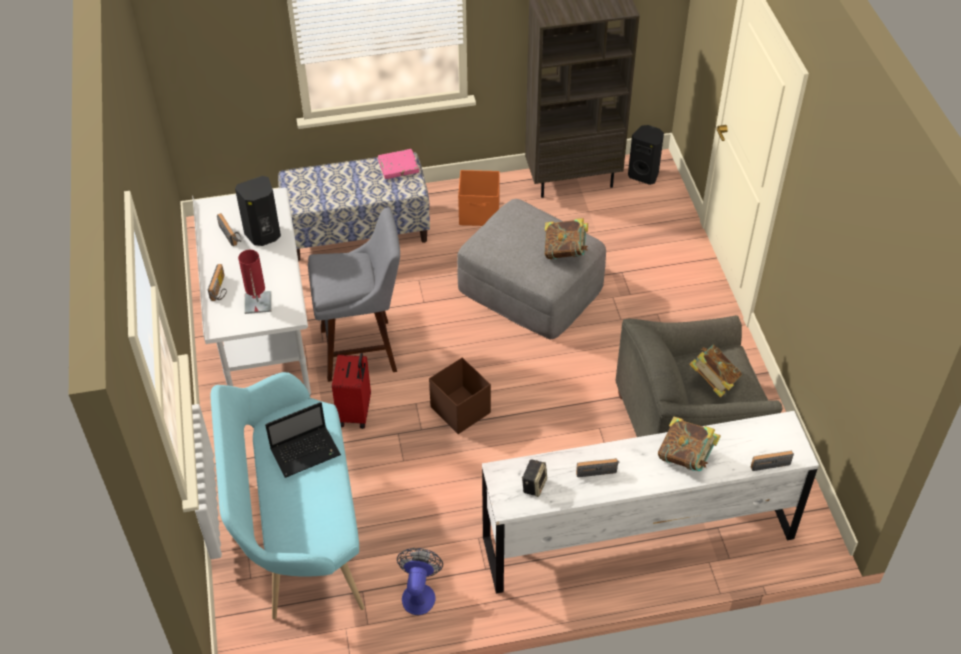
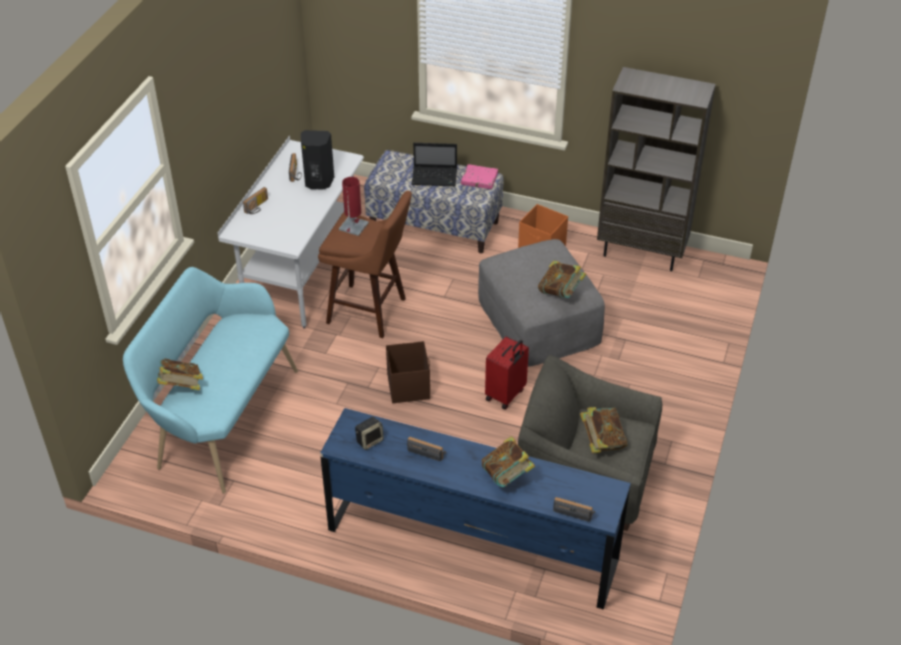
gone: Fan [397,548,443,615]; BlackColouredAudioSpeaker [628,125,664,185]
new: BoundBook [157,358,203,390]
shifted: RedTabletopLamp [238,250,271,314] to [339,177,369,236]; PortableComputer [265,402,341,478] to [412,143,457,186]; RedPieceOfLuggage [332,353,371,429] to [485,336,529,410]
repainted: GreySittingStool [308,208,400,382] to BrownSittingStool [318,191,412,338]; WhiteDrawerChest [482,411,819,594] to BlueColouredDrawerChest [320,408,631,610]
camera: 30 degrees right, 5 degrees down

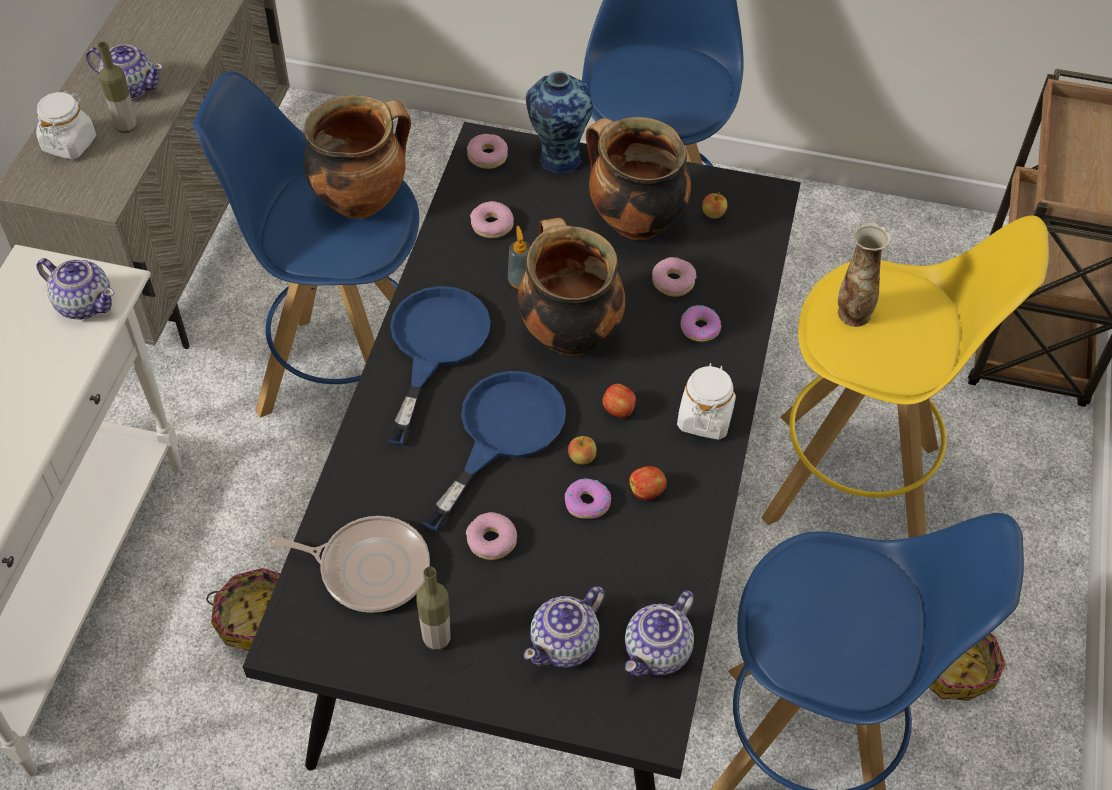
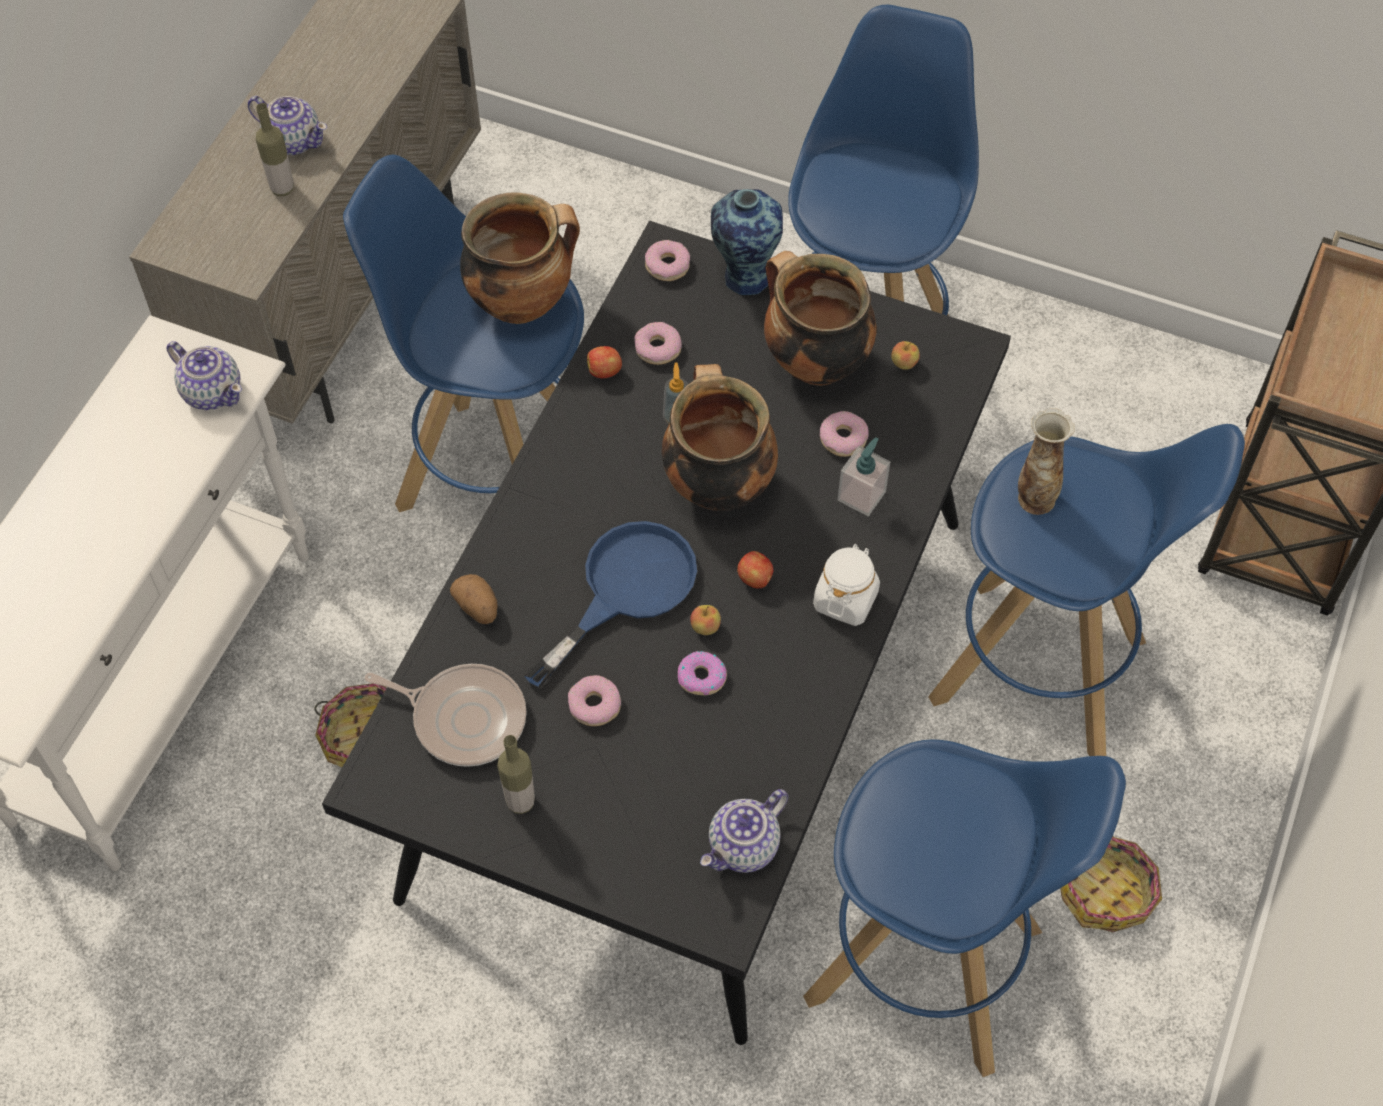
gone: WhiteStorageJar [36,91,96,159]; BlueColouredFryingPan [386,286,491,445]; TeaPot [524,586,605,668]
new: Spud [450,574,498,624]
shifted: WholeApple [629,466,667,500] to [587,346,622,378]
swapped: Doughnut [681,305,721,342] to SoapDispenser [838,437,890,516]
repainted: YellowishSittingStool [761,216,1049,538] to BlueColouredSittingStool [928,424,1245,756]
camera: 10 degrees right, 5 degrees up

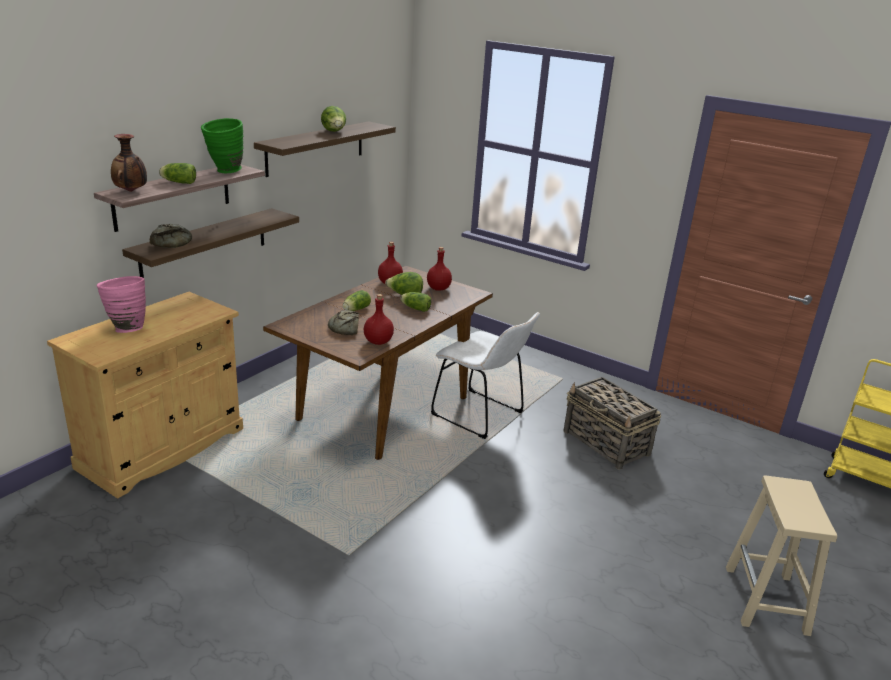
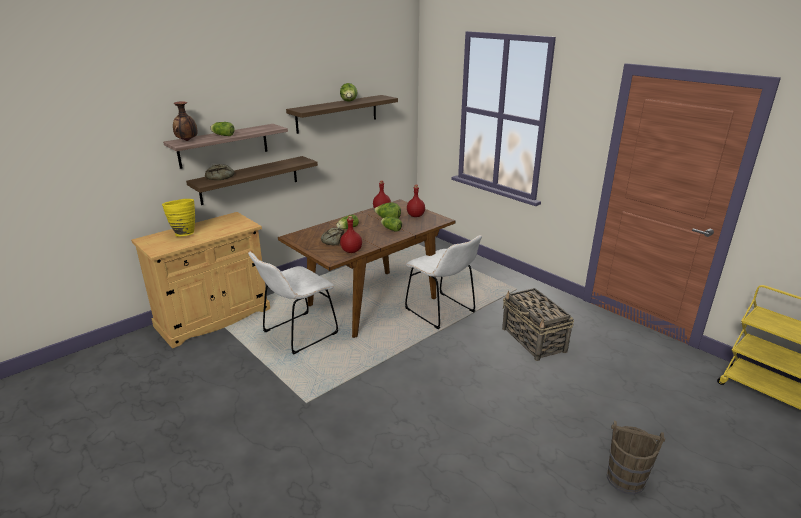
gone: GreenishFlowerVase [201,118,243,173]
new: WhiteUprightChair [248,252,338,354]
swapped: BeigeColouredSittingStool [726,476,837,636] to BrownBucket [607,421,665,495]
repainted: PinkColouredFlowerVase [97,276,146,333] to YellowishFlowerVase [162,199,195,237]
camera: 15 degrees right, 0 degrees up

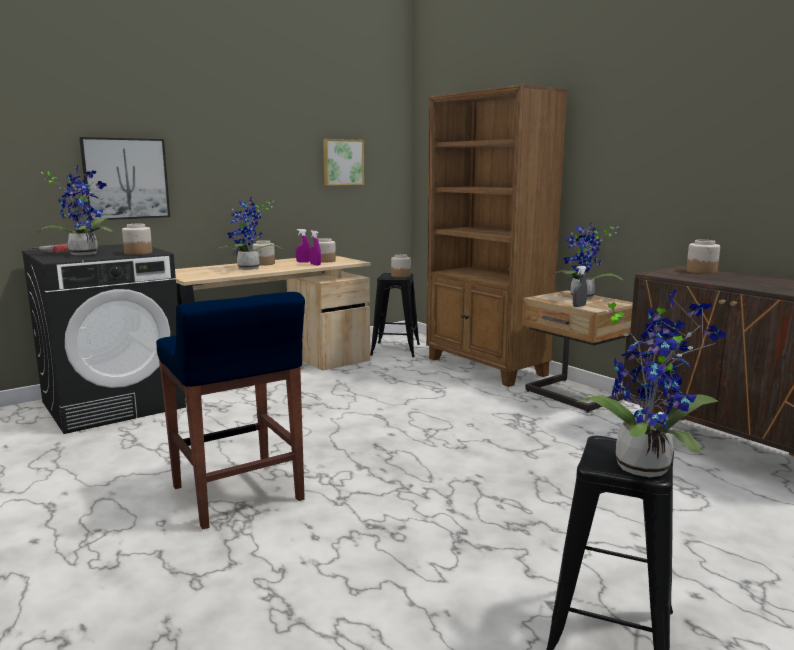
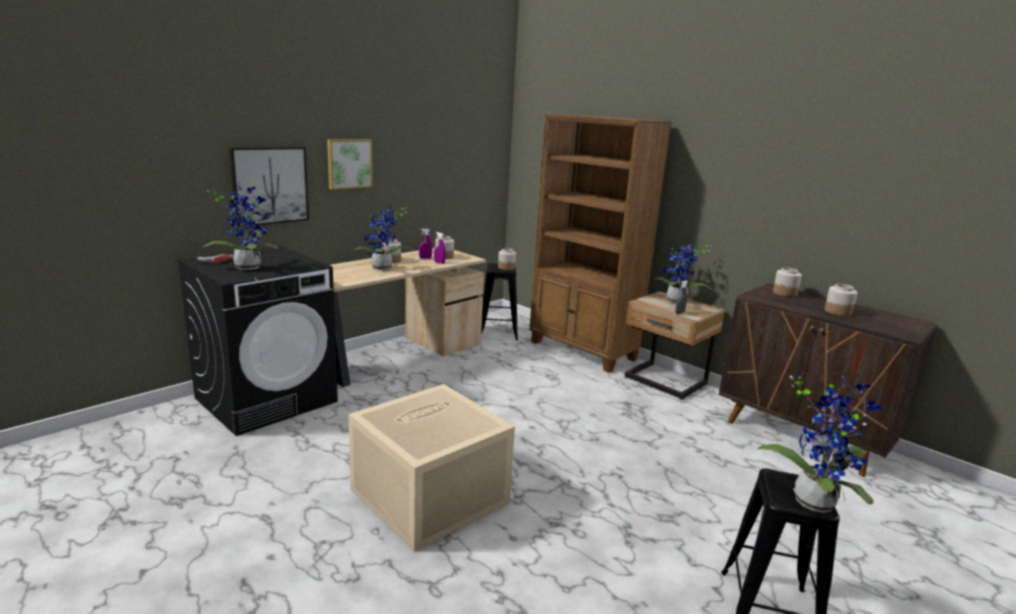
shifted: WallArt [323,139,364,185] to [327,139,373,190]; StorageJar [122,224,152,255] to [824,284,857,316]
swapped: BlueColouredSittingStool [156,292,305,529] to BeigeColouredStorageContainer [348,384,515,552]
camera: 10 degrees left, 5 degrees up

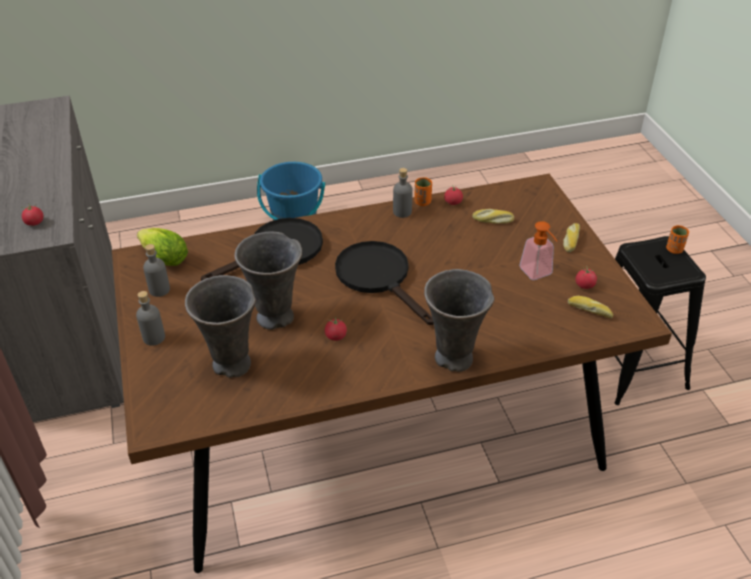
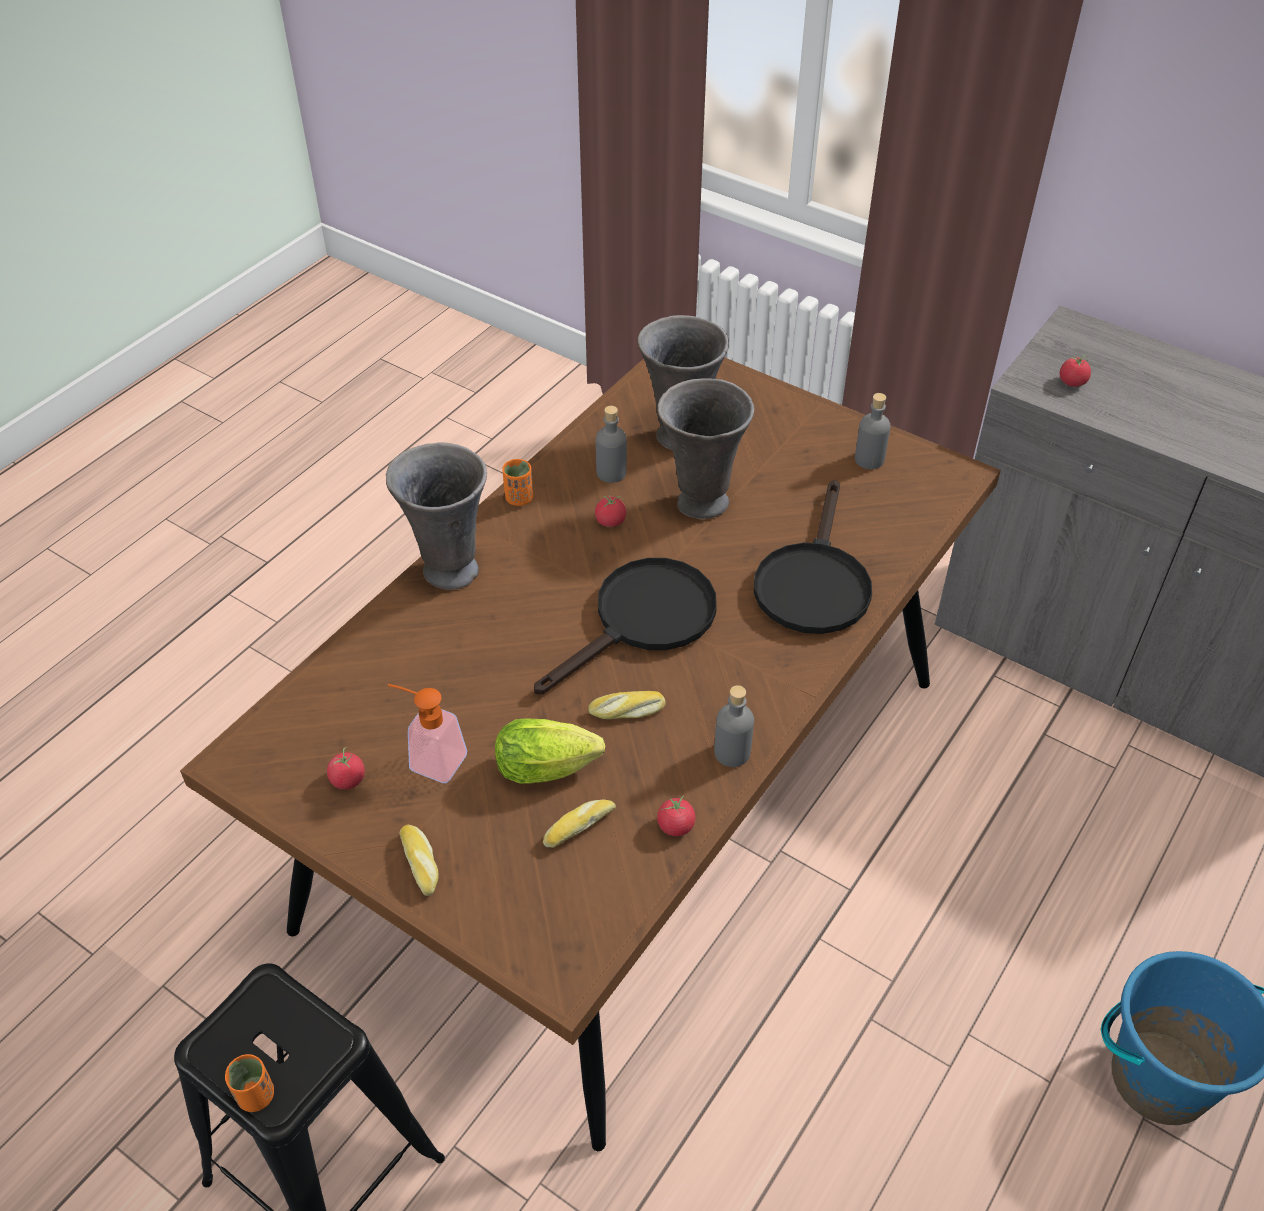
shifted: LettuceHead [137,228,188,266] to [495,718,605,784]; OrangeyDrinkingCup [414,177,432,206] to [502,459,533,506]; BakeryBread [568,296,613,318] to [588,691,666,719]; GreyBottle [136,291,165,346] to [596,406,627,483]
rotated: BlackColouredFryingPan [335,241,434,325] = [534,558,717,694] 60 degrees counterclockwise
camera: 140 degrees right, 5 degrees up

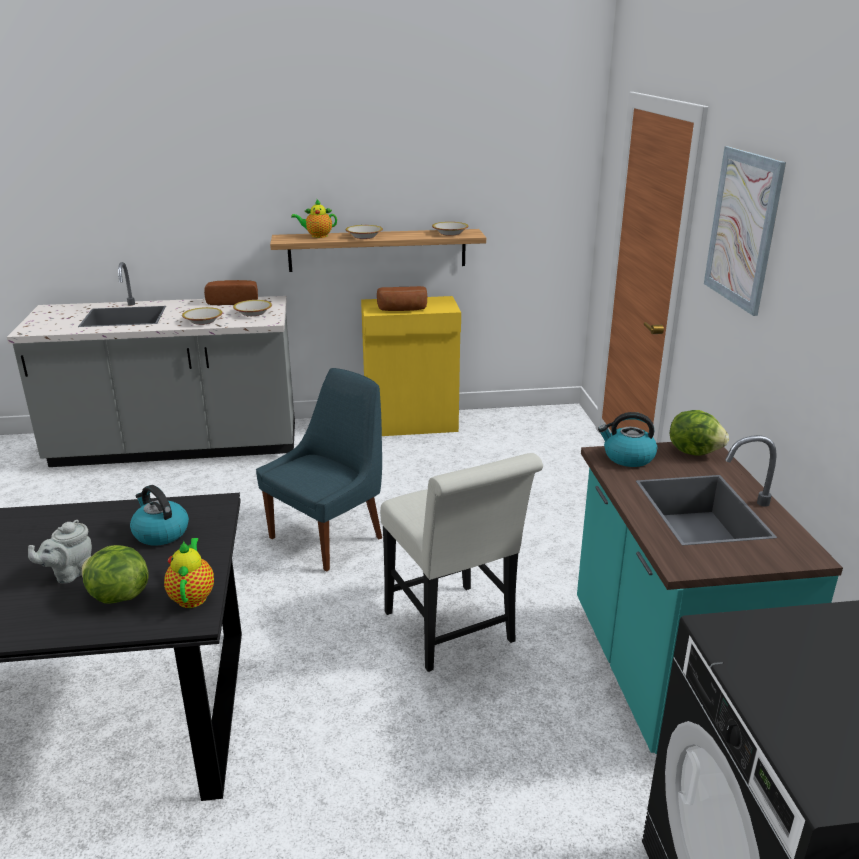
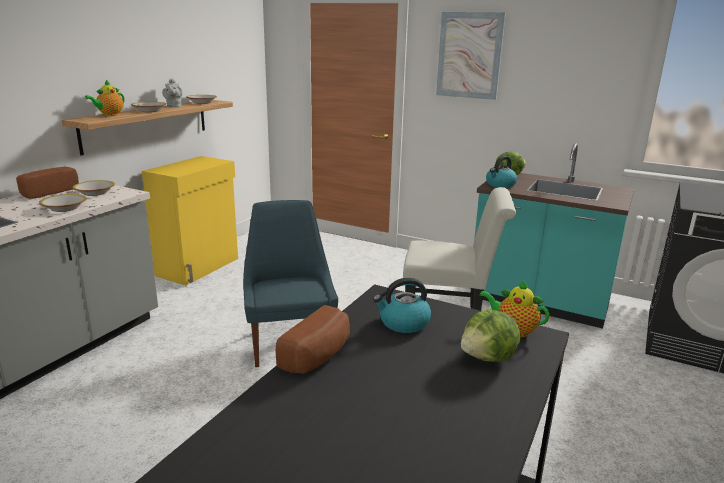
shifted: GreyTeaPot [28,520,92,584] to [162,78,182,108]; BakeryBread [377,286,427,311] to [276,305,350,374]
camera: 55 degrees left, 5 degrees down

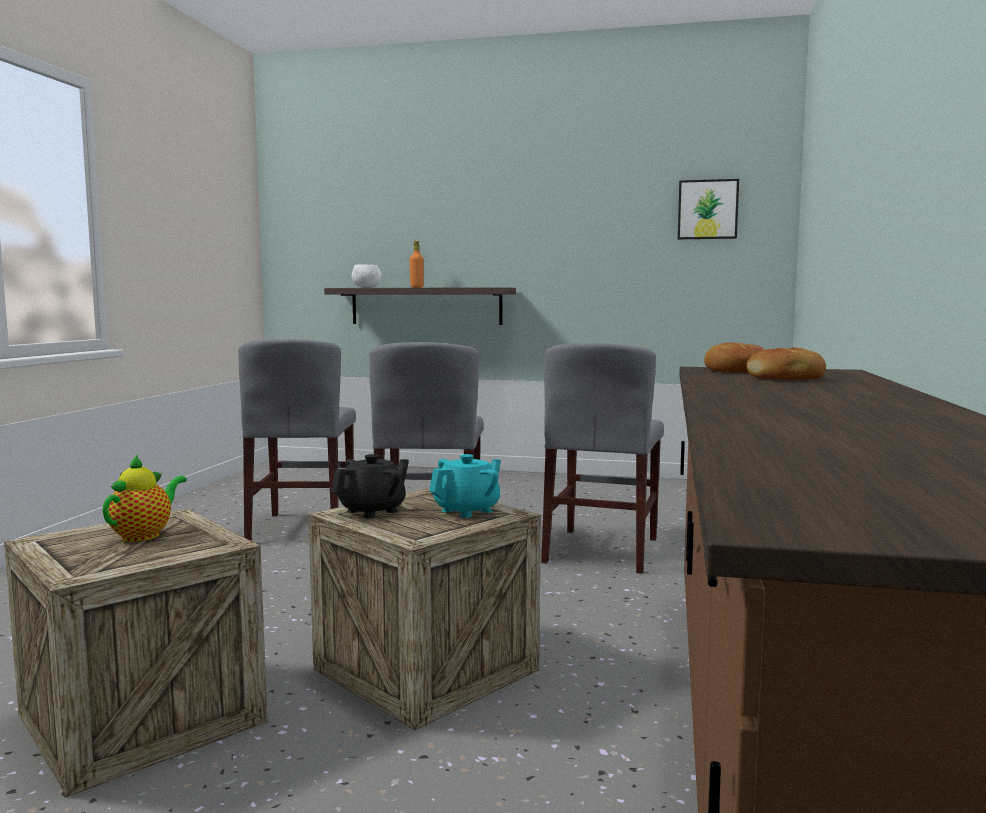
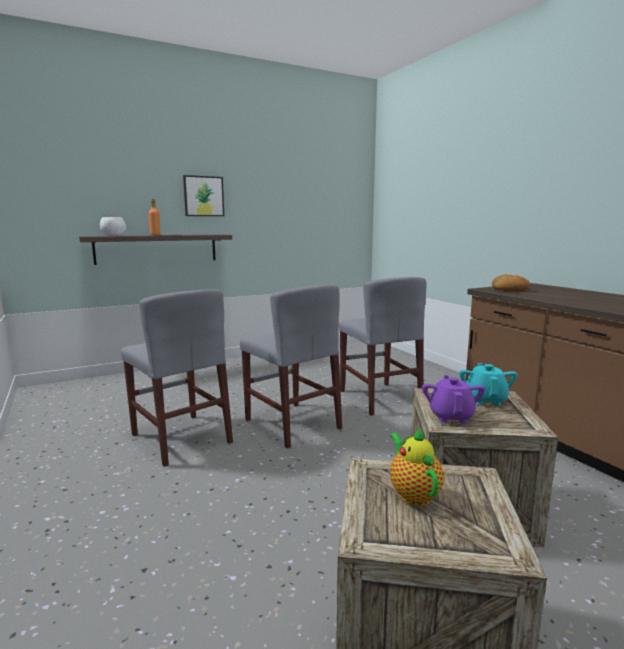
gone: BakeryBread [746,347,826,380]
shifted: WallArt [678,179,739,239] to [183,175,224,216]
repainted: BlackColouredTeaPot [331,454,409,518] to PurpleColouredTeaPot [422,375,485,423]
camera: 40 degrees left, 5 degrees up

